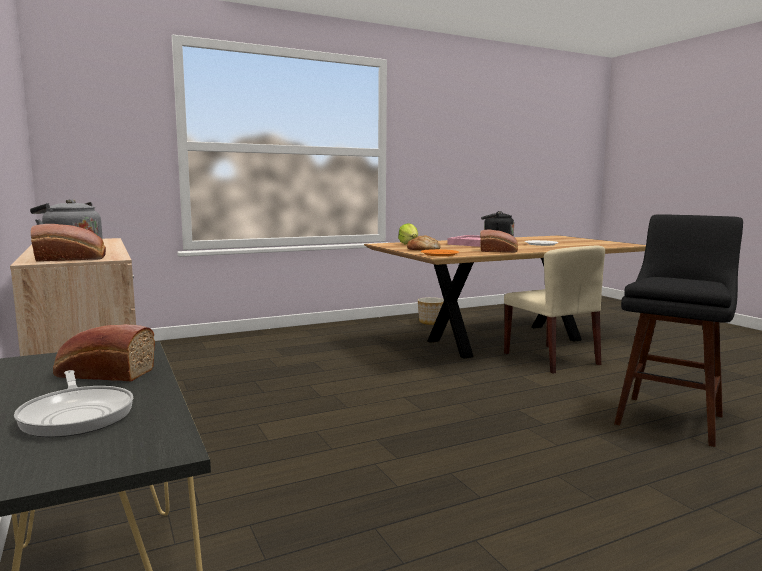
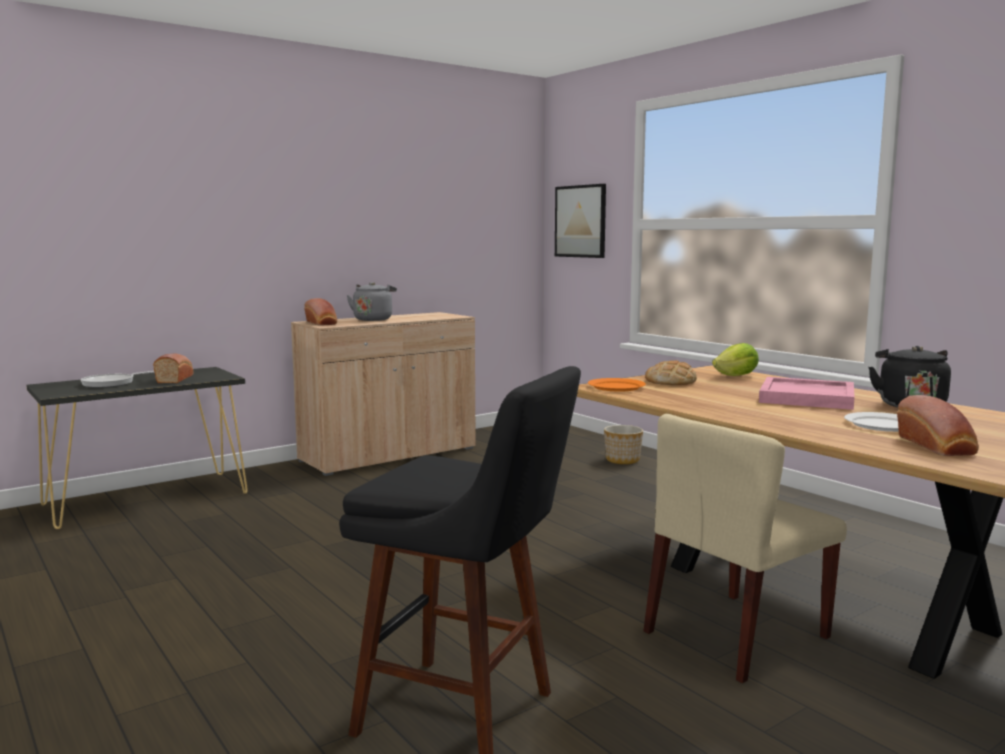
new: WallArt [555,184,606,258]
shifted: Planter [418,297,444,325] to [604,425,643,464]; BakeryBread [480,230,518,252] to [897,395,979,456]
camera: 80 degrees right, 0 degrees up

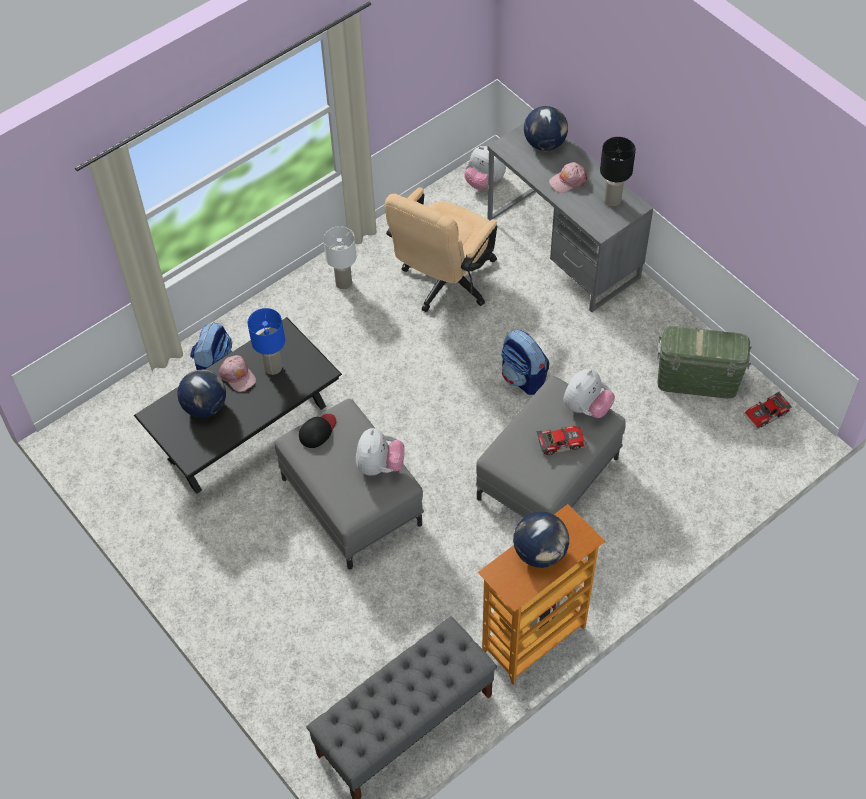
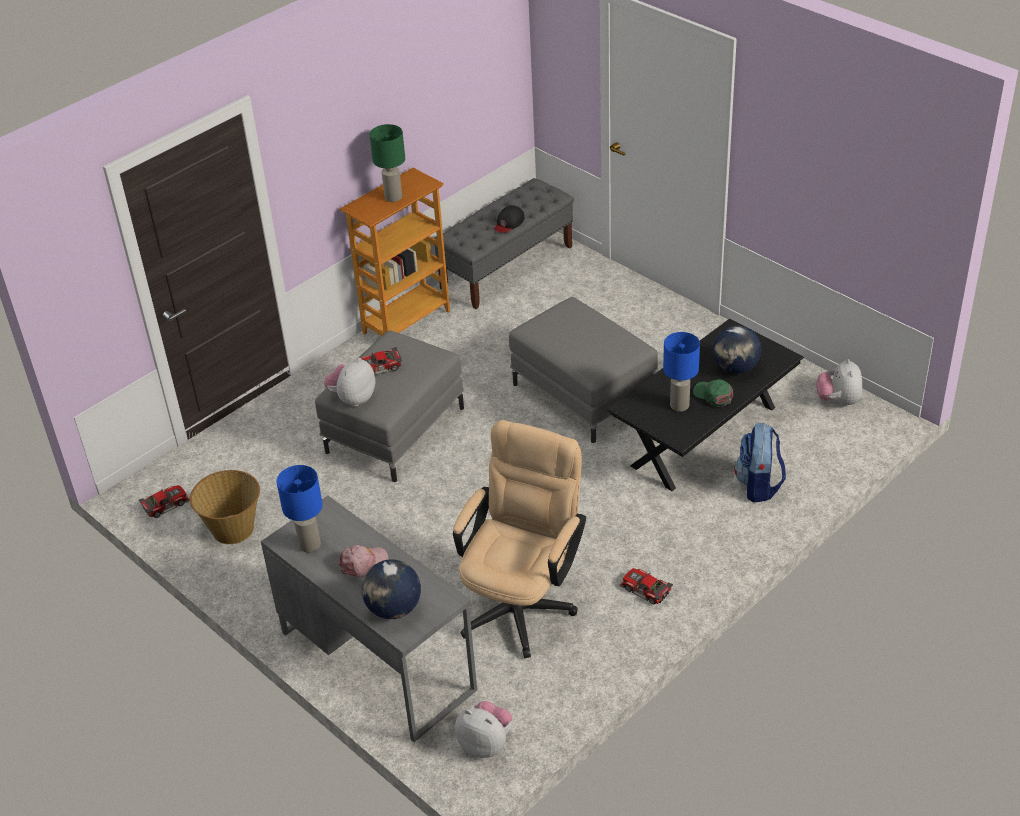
gone: Rucksack [502,330,549,395]
shifted: BlackColouredPeakedCap [299,414,336,448] to [494,205,524,233]; CuddlyToy [356,428,405,476] to [816,359,863,406]
swapped: GreenishStorageContainer [657,326,752,399] to HouseholdBasket [190,470,260,544]; DeskGlobe [513,512,569,568] to GreenishTabletopLamp [370,124,405,202]; WhiteTabletopLamp [324,226,356,289] to ModelCar [619,568,673,604]
repainted: BlackColouredTabletopLamp [600,137,636,206] to BlueColouredTabletopLamp [276,465,323,553]; PinkColouredPeakedCap [219,355,256,392] to GreenishPeakedCap [693,379,733,407]
camera: 175 degrees right, 15 degrees down

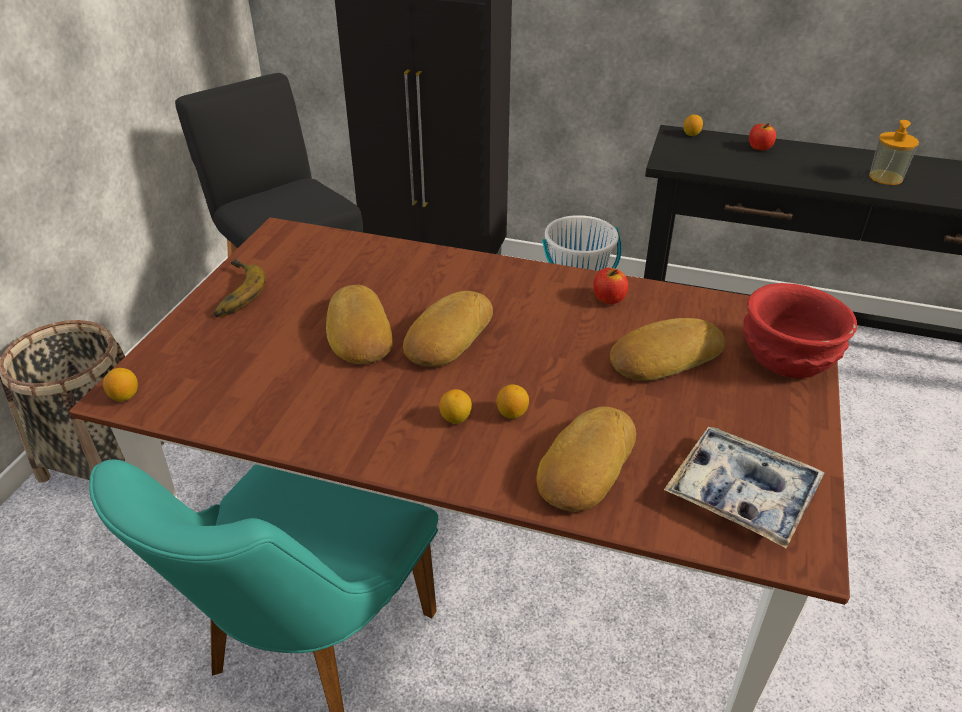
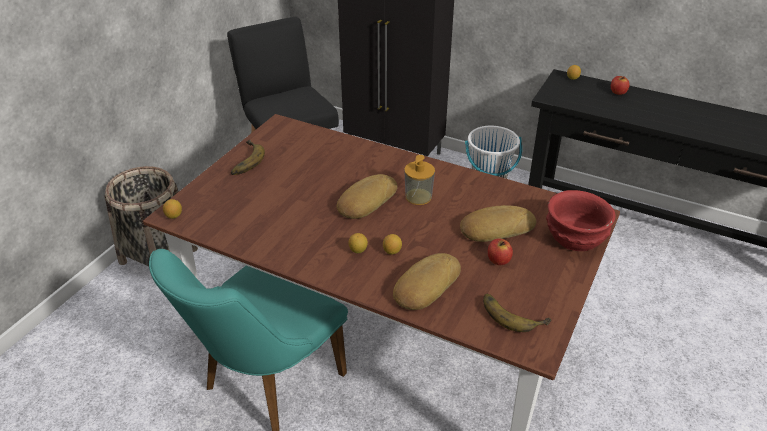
gone: BakeryBread [326,285,393,364]
shifted: SoapDispenser [869,120,919,185] to [404,155,435,205]; WholeApple [593,268,628,304] to [488,238,513,265]
swapped: CarryingTray [664,427,825,549] to WholeBanana [483,294,552,332]
camera: 10 degrees right, 0 degrees up

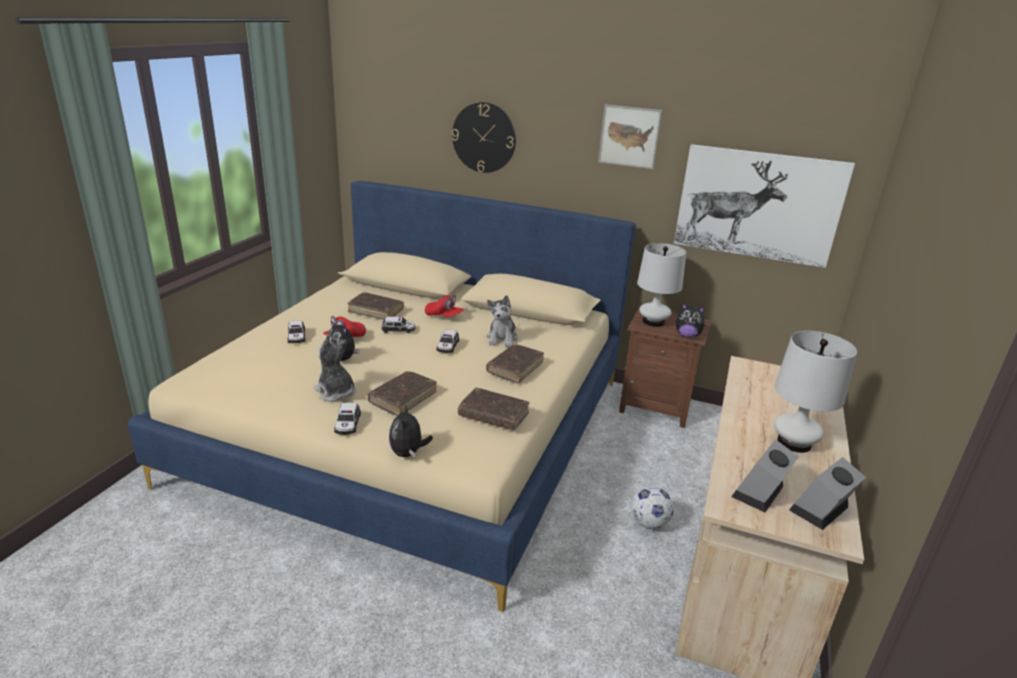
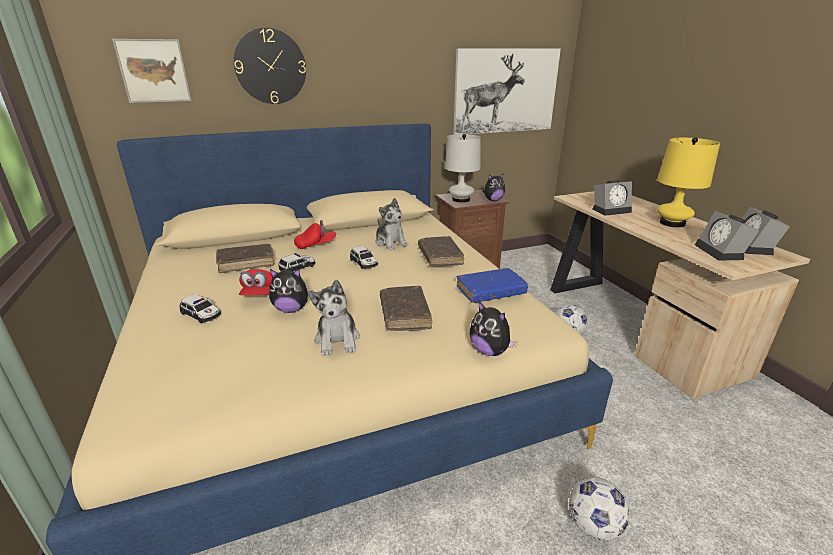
gone: ModelCar [334,402,361,435]
new: Football [569,477,629,541]; TableClock [593,180,632,216]
shifted: WallArt [598,104,662,169] to [112,39,192,103]
repainted: BrownBoundBook [458,388,530,430] to BlueColouredBoundBook [457,268,528,303]; WhiteTabletopLamp [774,331,857,453] to YellowishTabletopLamp [657,137,720,227]
rotated: CuddlyToy [314,339,356,402] = [308,279,360,356] 105 degrees counterclockwise
camera: 40 degrees left, 0 degrees up

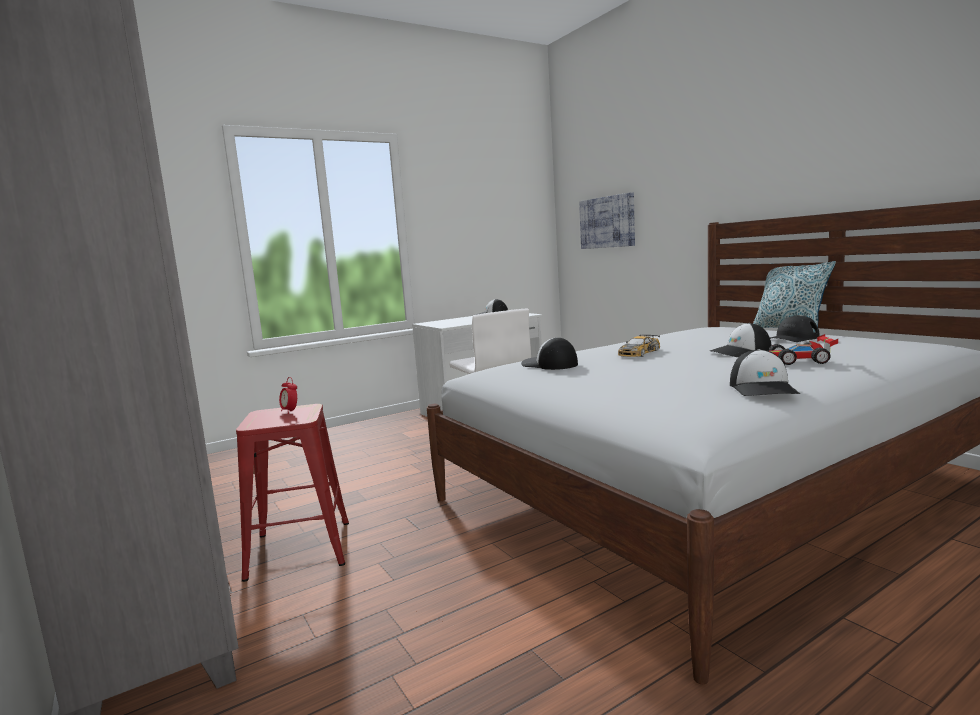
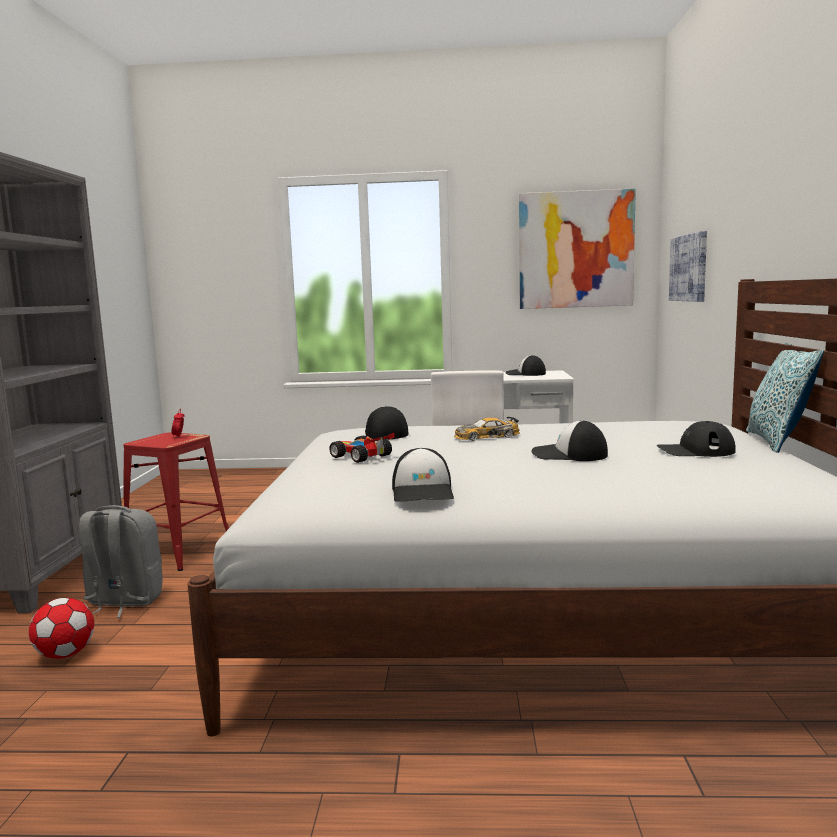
new: Football [29,598,94,659]; GreyRucksack [79,505,163,618]; WallArt [519,189,636,309]
shifted: ModelCar [769,334,838,365] to [329,432,395,463]
rotated: PeakedCap [730,349,800,396] = [392,447,454,502] 45 degrees counterclockwise
camera: 35 degrees right, 0 degrees up

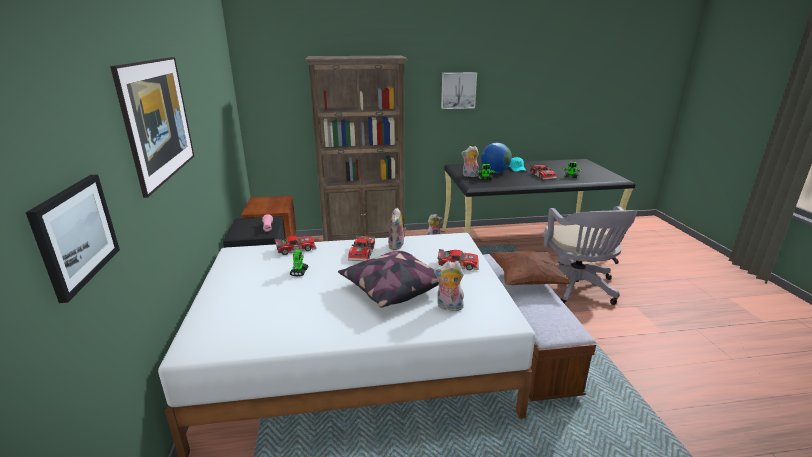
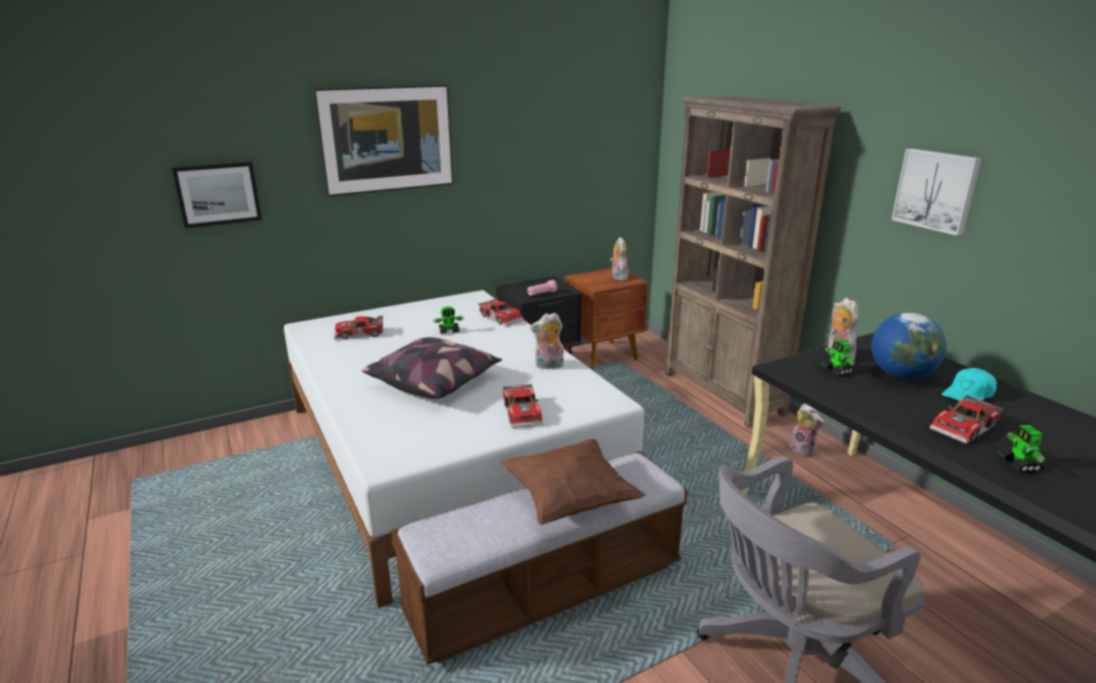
shifted: ModelCar [348,236,375,261] to [334,316,383,340]; CuddlyToy [434,261,465,311] to [610,237,628,281]
camera: 70 degrees right, 0 degrees up

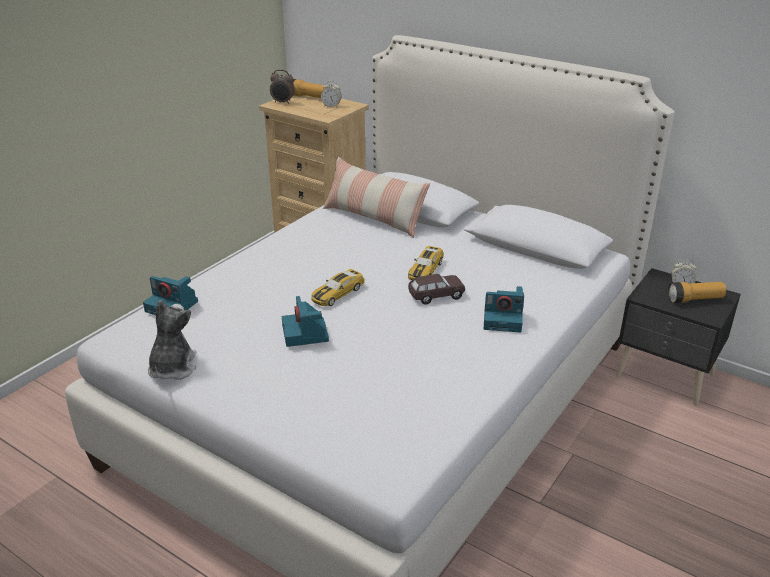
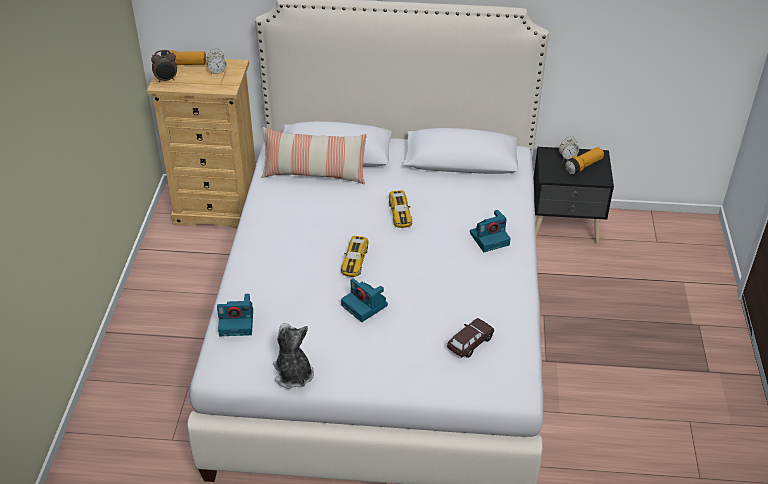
shifted: BrownModelCar [408,274,465,305] to [447,318,494,358]
camera: 30 degrees left, 10 degrees up

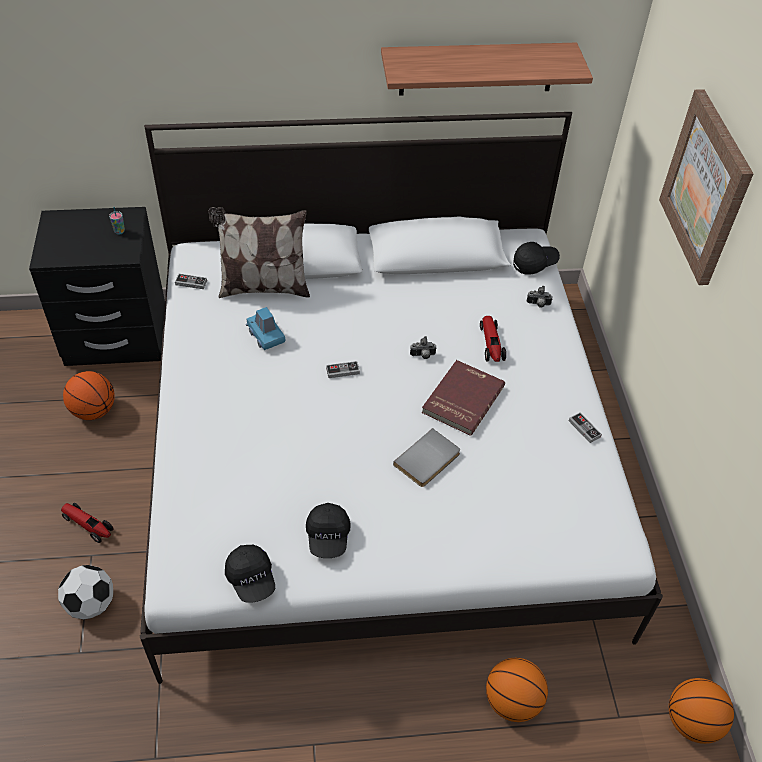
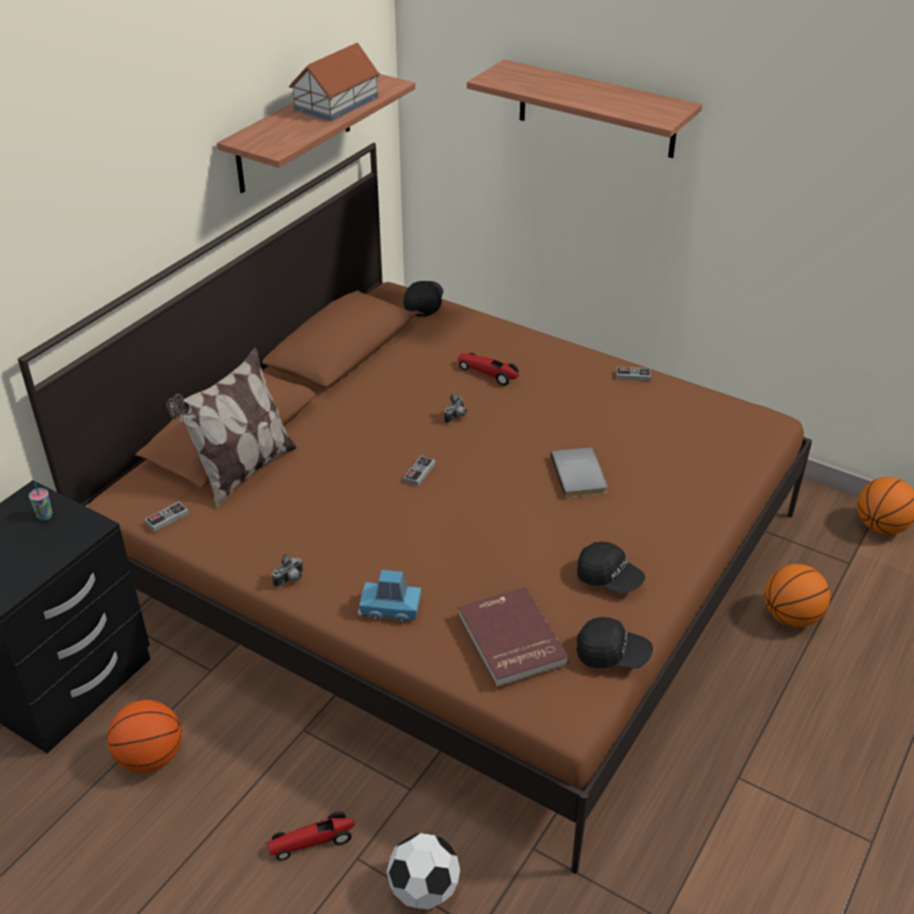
new: MiniatureHouse [289,43,380,122]
shifted: PhotoCamera [527,286,553,308] to [272,553,303,587]; BlueColouredModelCar [246,307,286,350] to [358,570,421,623]; RedBoundBook [422,360,505,436] to [458,587,570,687]
swapped: WallArt [659,89,754,285] to Shelf [467,60,702,158]
repainted: WhiteSleepingBed [140,112,663,684] to BrownSleepingBed [18,143,812,874]
camera: 50 degrees left, 10 degrees down

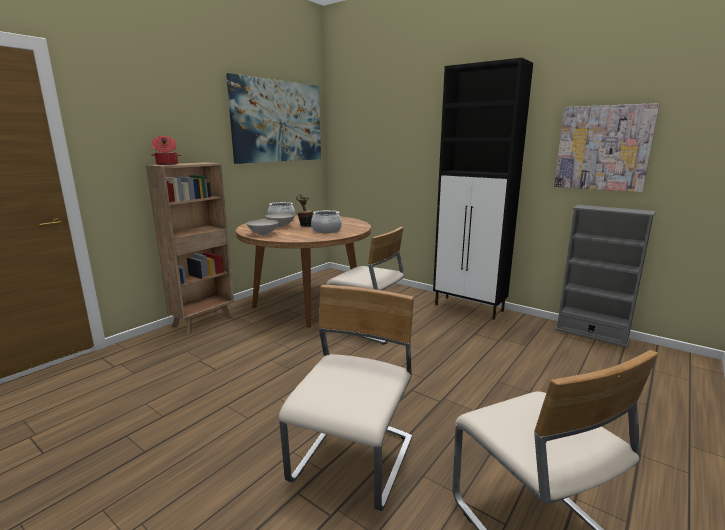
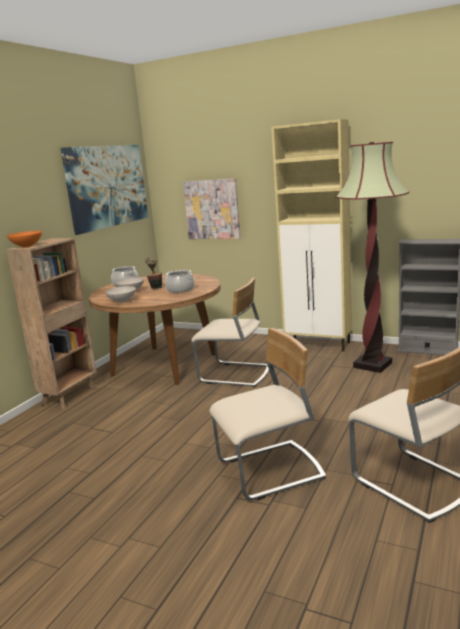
new: FloorLamp [335,142,409,373]
shifted: WallArt [554,103,660,192] to [183,178,241,239]
swapped: Stockpot [151,136,181,165] to OrangeyServingBowl [7,231,42,247]
repainted: BlackColouredStorageCabinet [433,58,533,320] to BeigeColouredStorageCabinet [271,119,352,352]
rotated: BeigeColouredUprightChair [279,285,414,511] = [209,328,326,500] 60 degrees clockwise
camera: 10 degrees left, 0 degrees up

